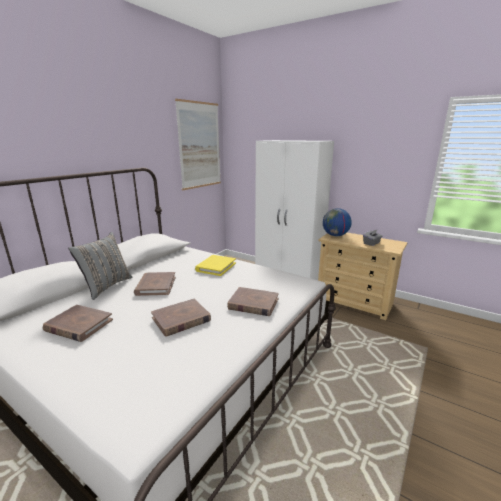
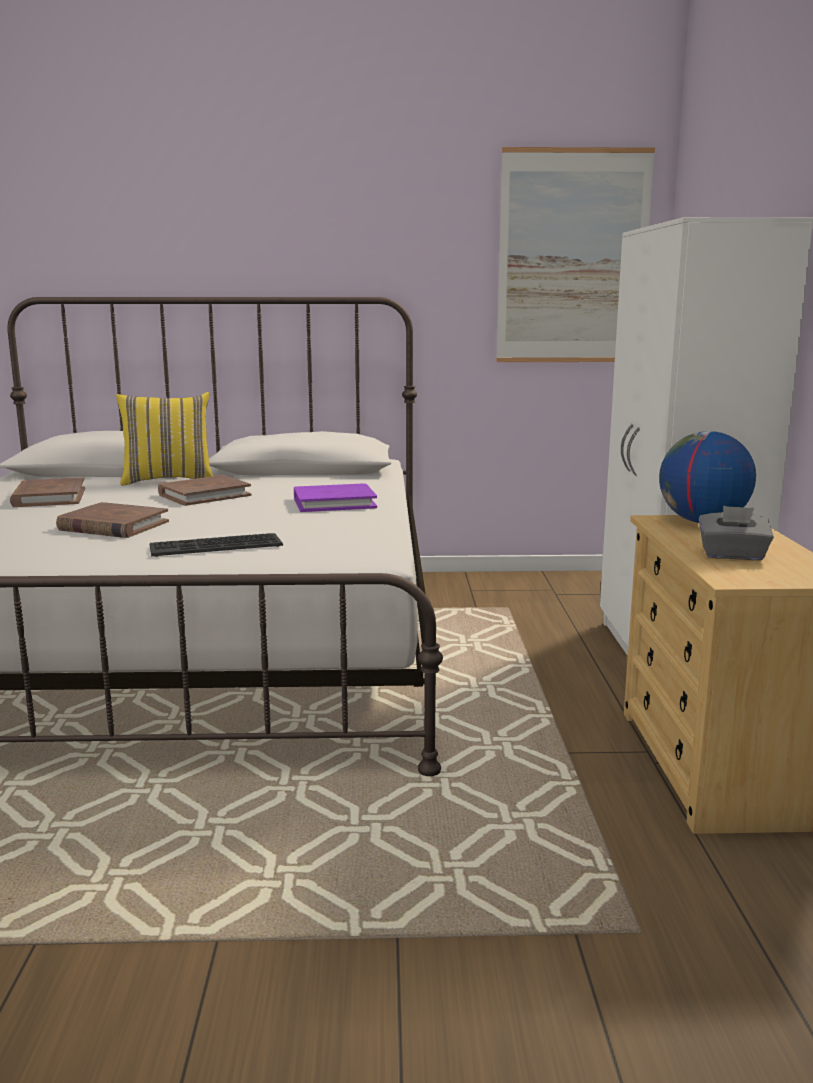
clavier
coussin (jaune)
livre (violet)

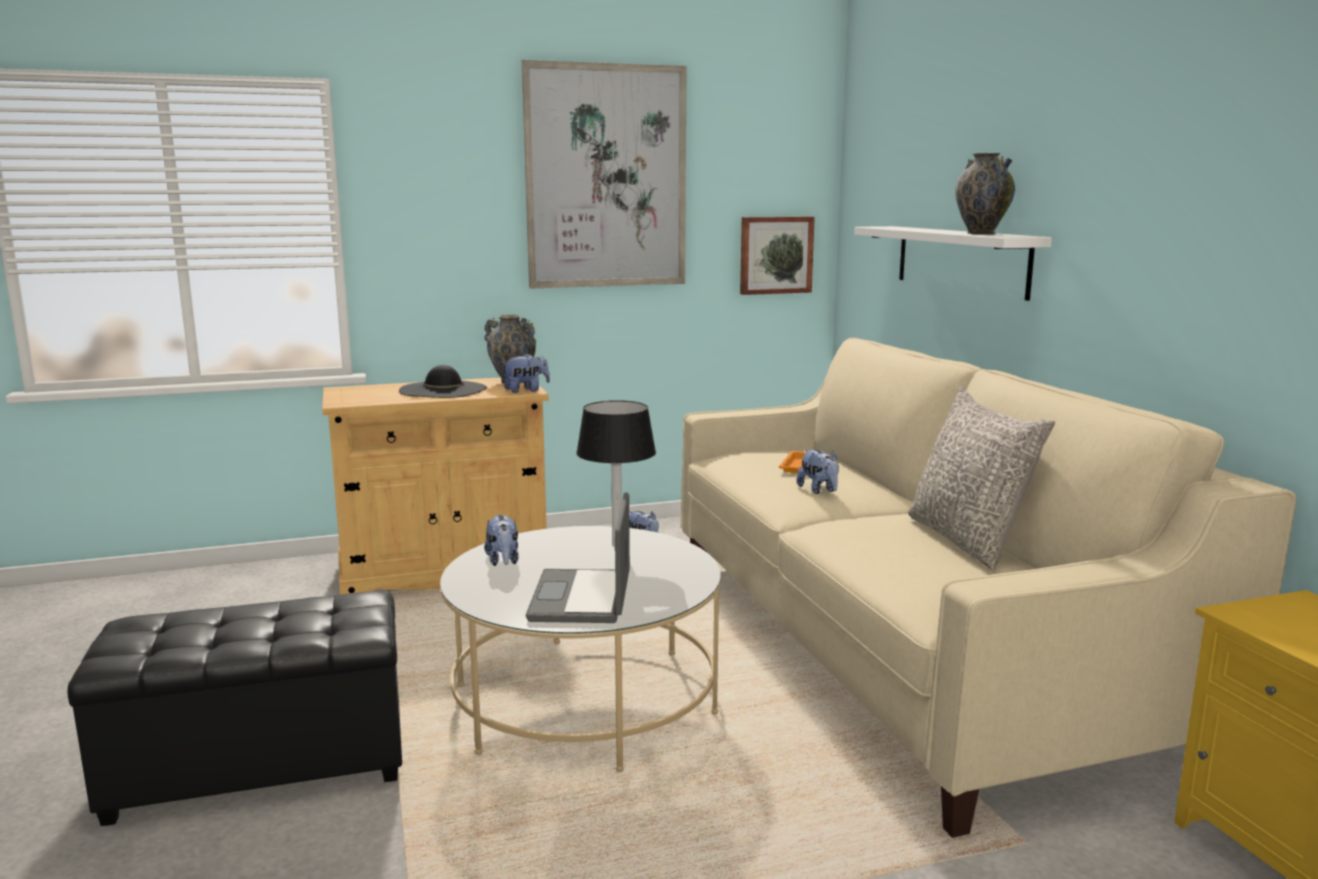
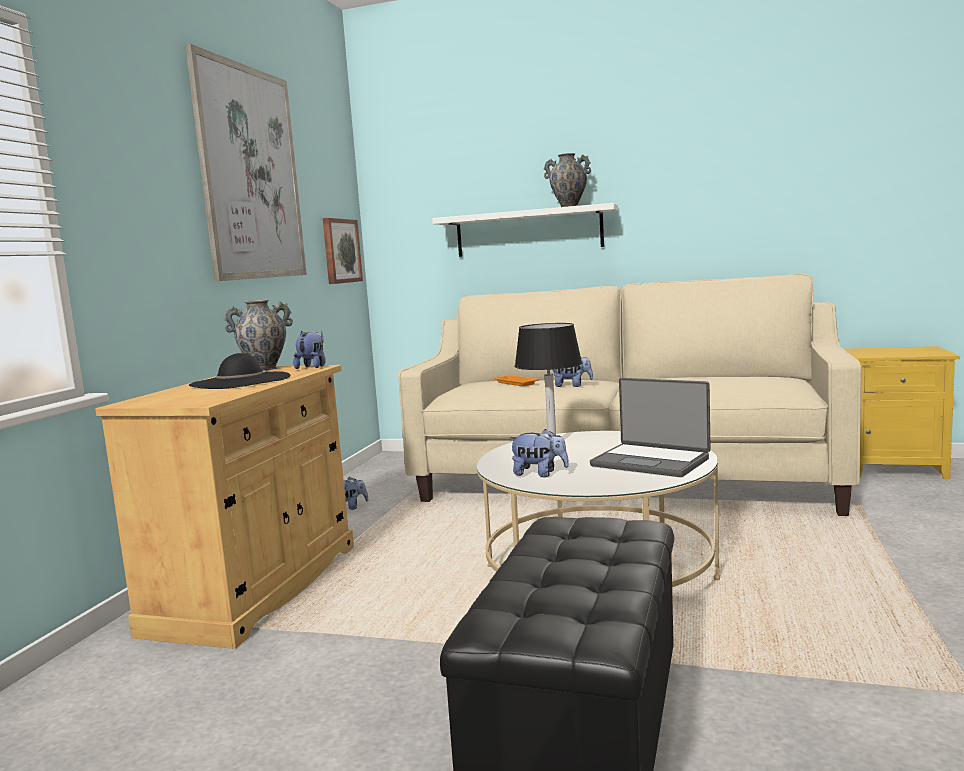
coussin (gris)

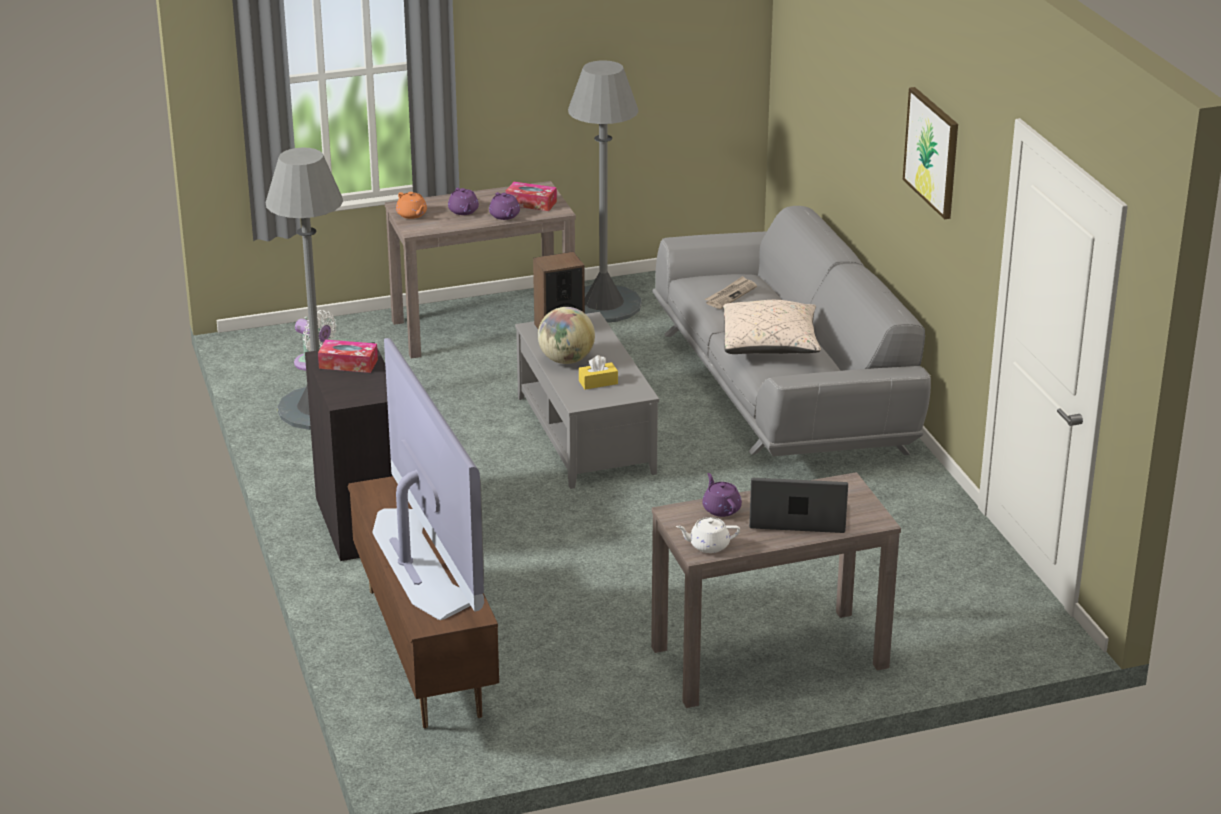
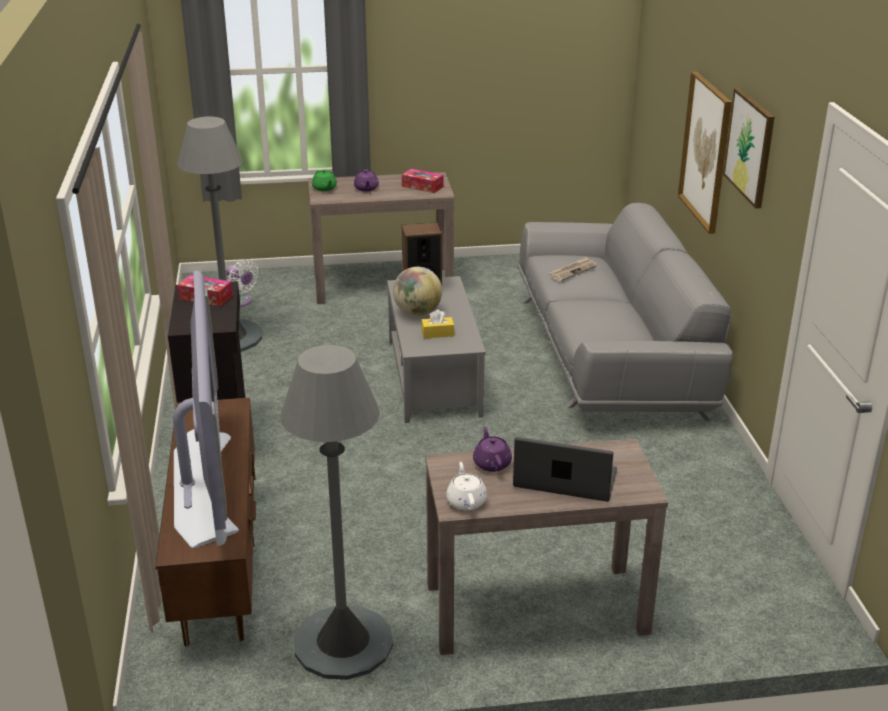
théière (violet) (2nd from left in the first image)
coussin (beige)
tableau (1st from left)
lampadaire (gris) (2nd from left)
théière (vert)
théière (blanc)

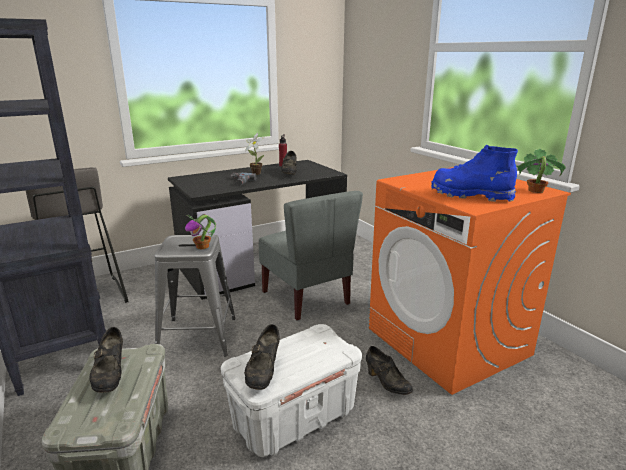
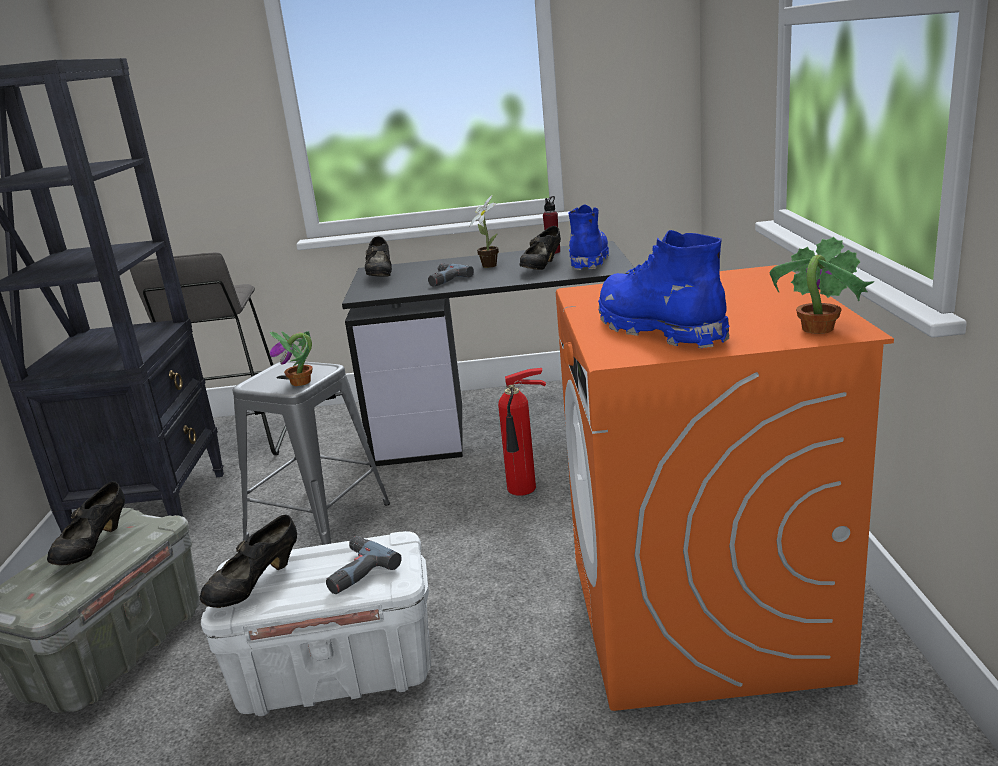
perceuse (1st from left)
botte (bleu) (1st from left)
chaussure (noir) (3rd from left)
extincteur

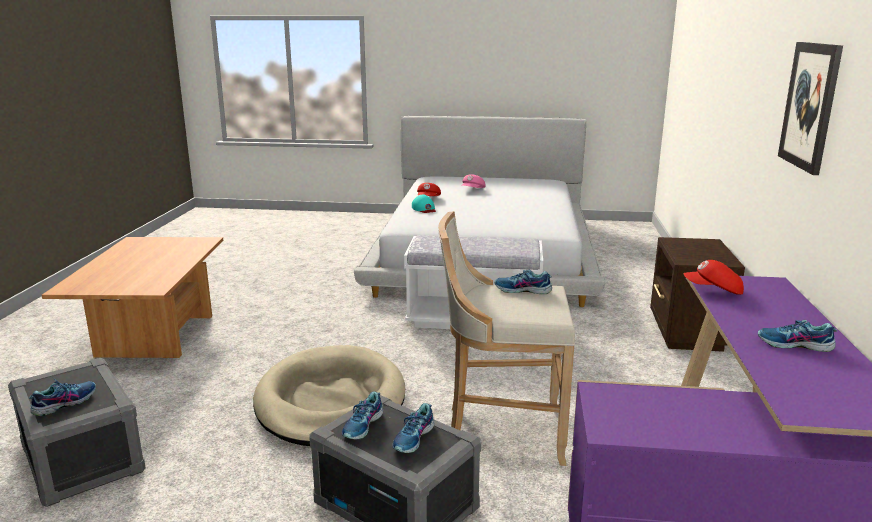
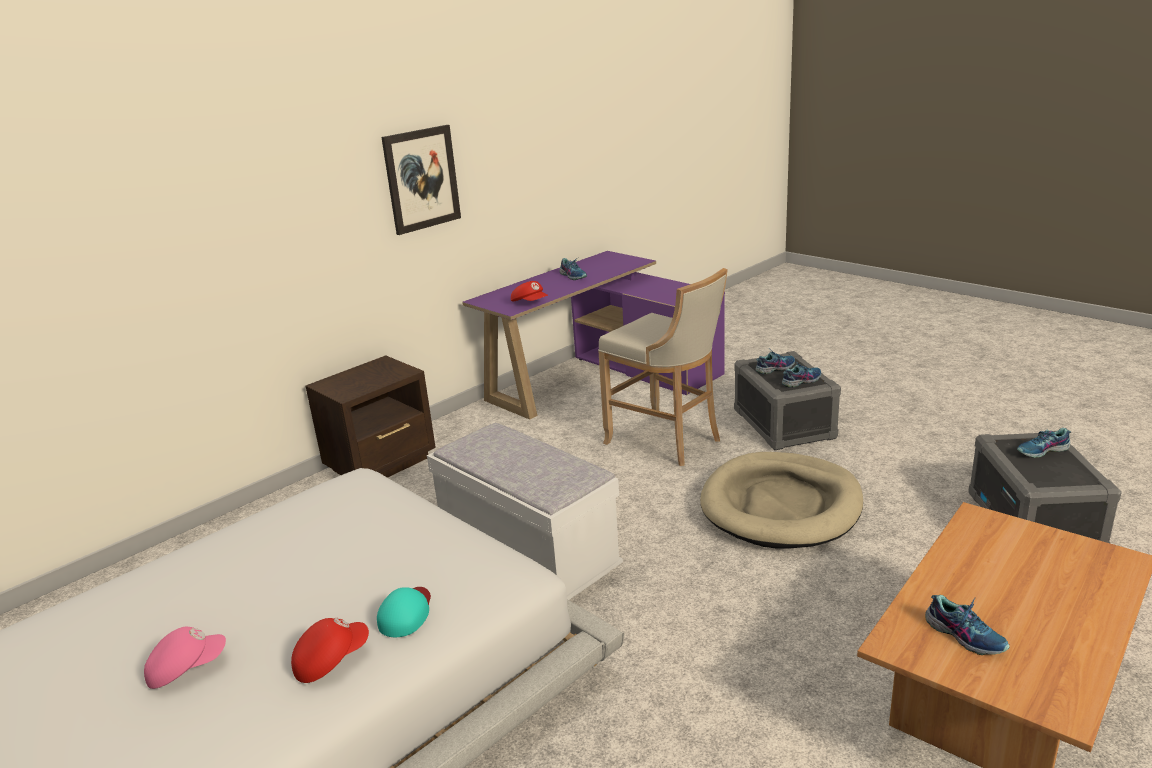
chaussure (4th from left)

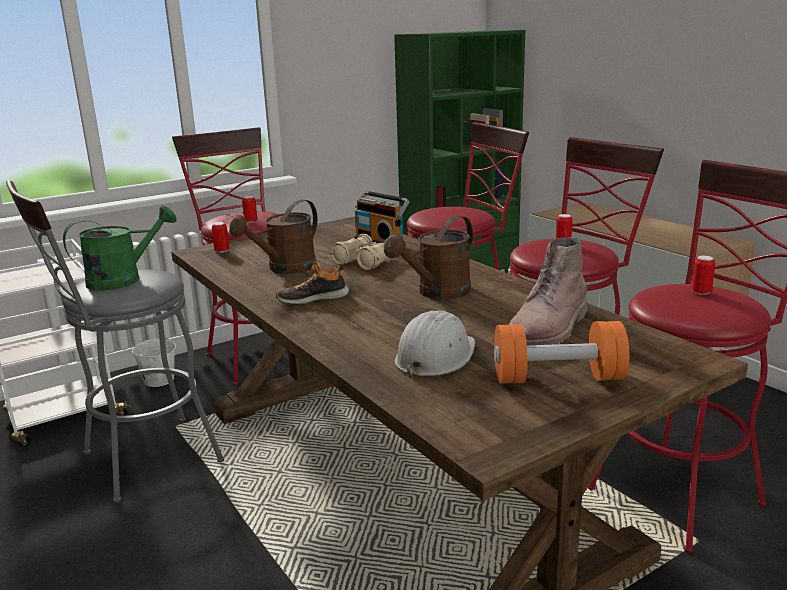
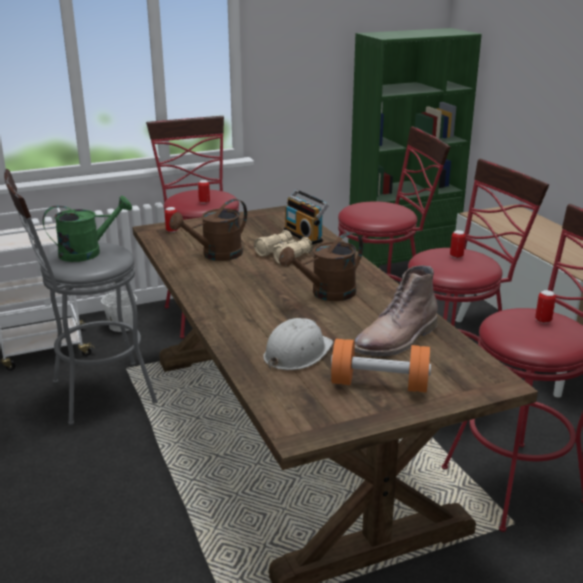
chaussure

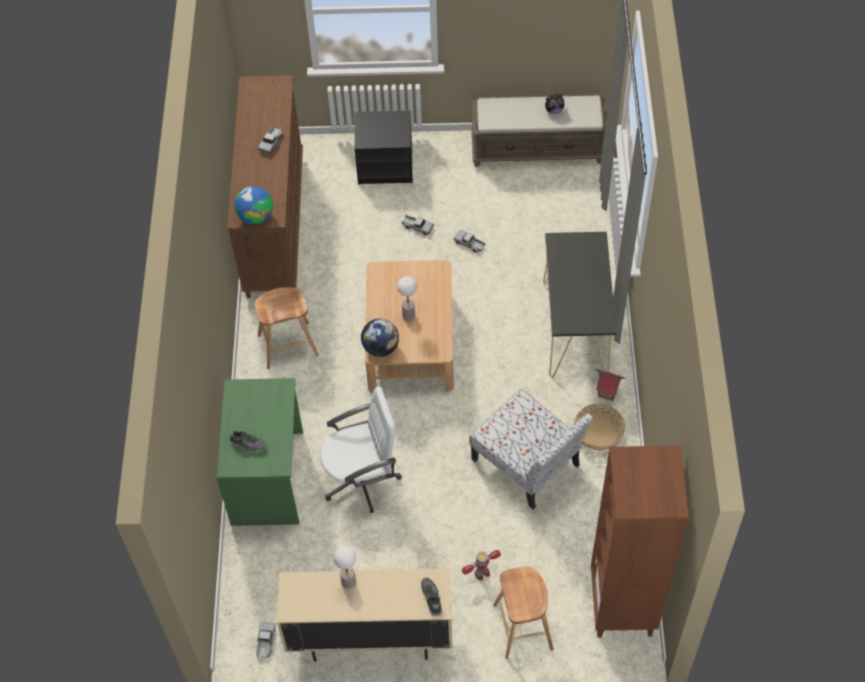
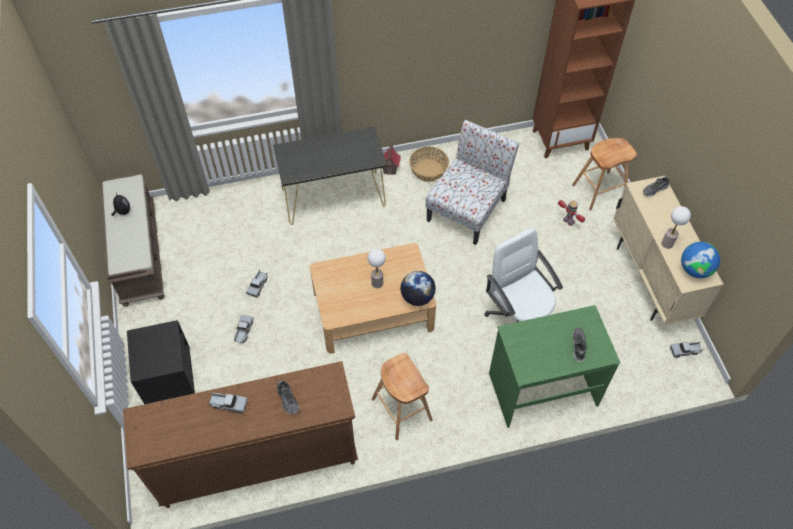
chaussure (1st from left)
globe (2nd from left)

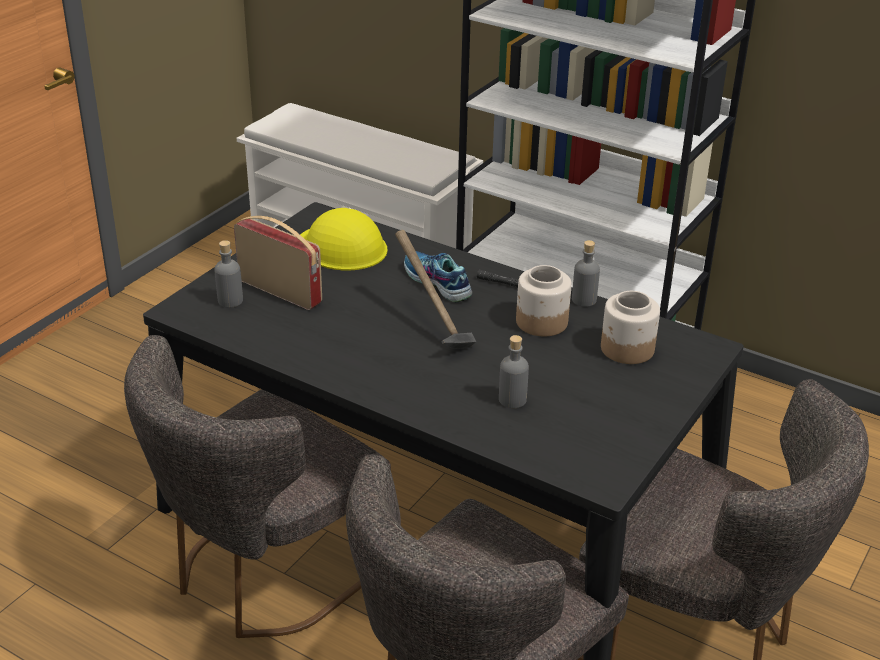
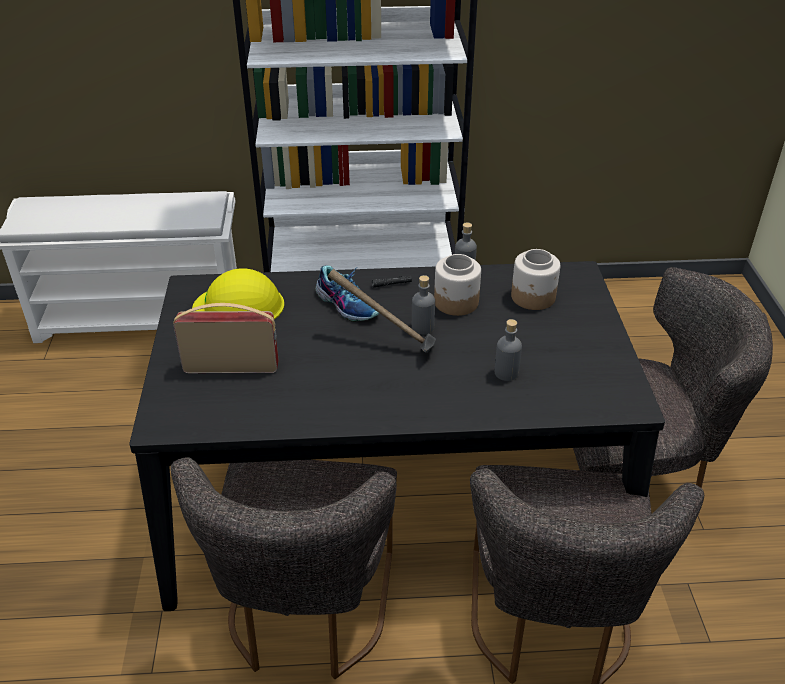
bouteille (gris) (1st from left)
chaussure

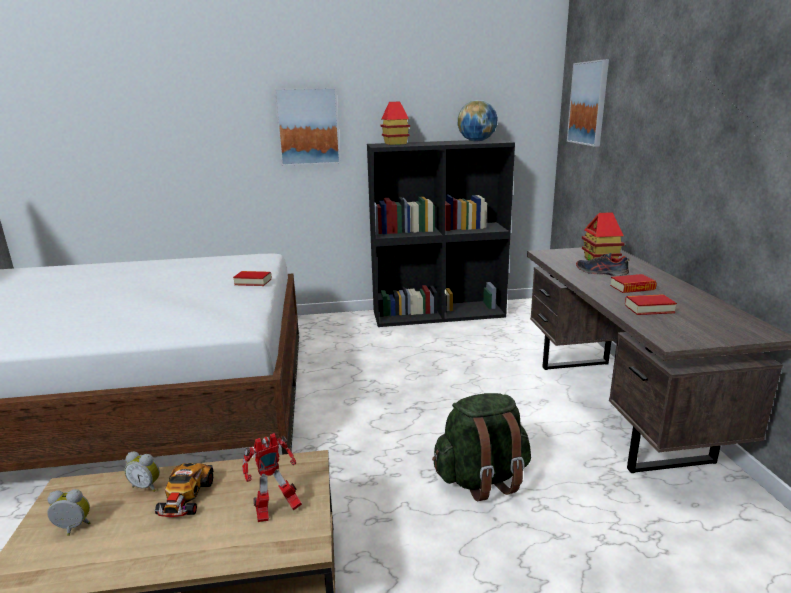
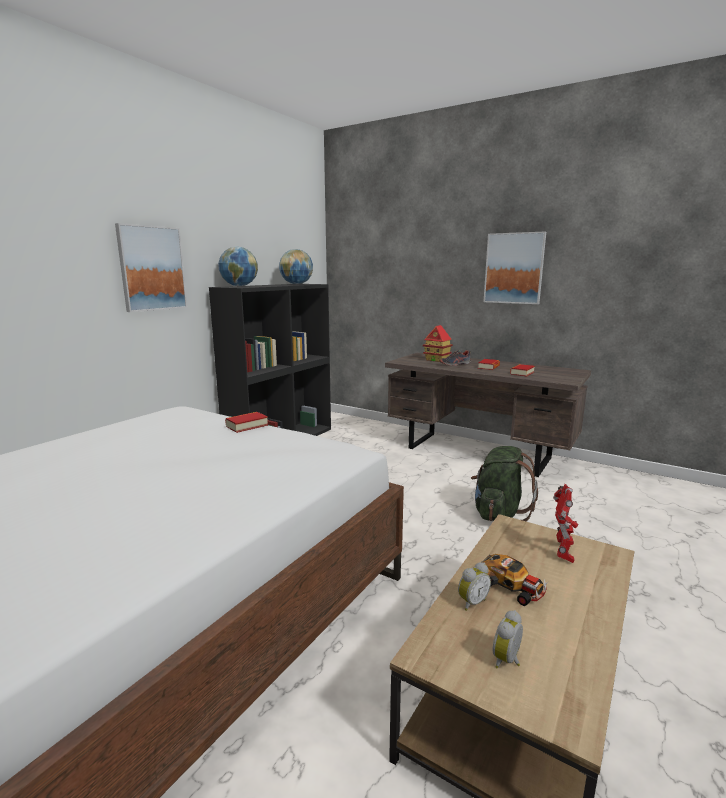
tableau (2nd from left)
globe (1st from left)

